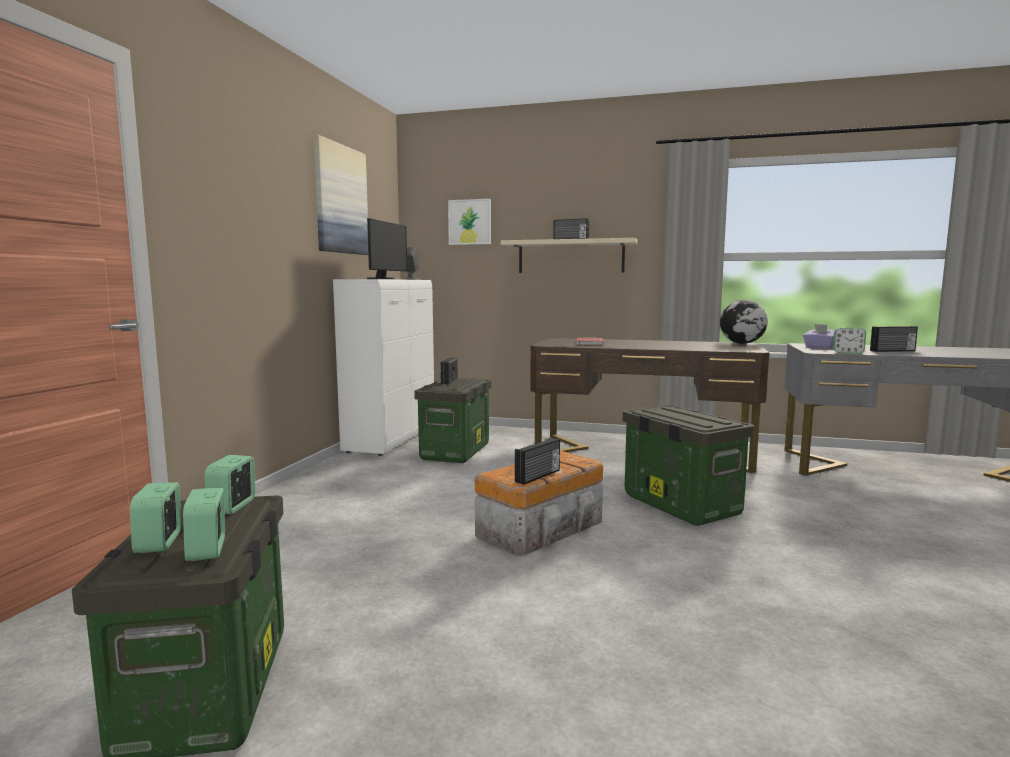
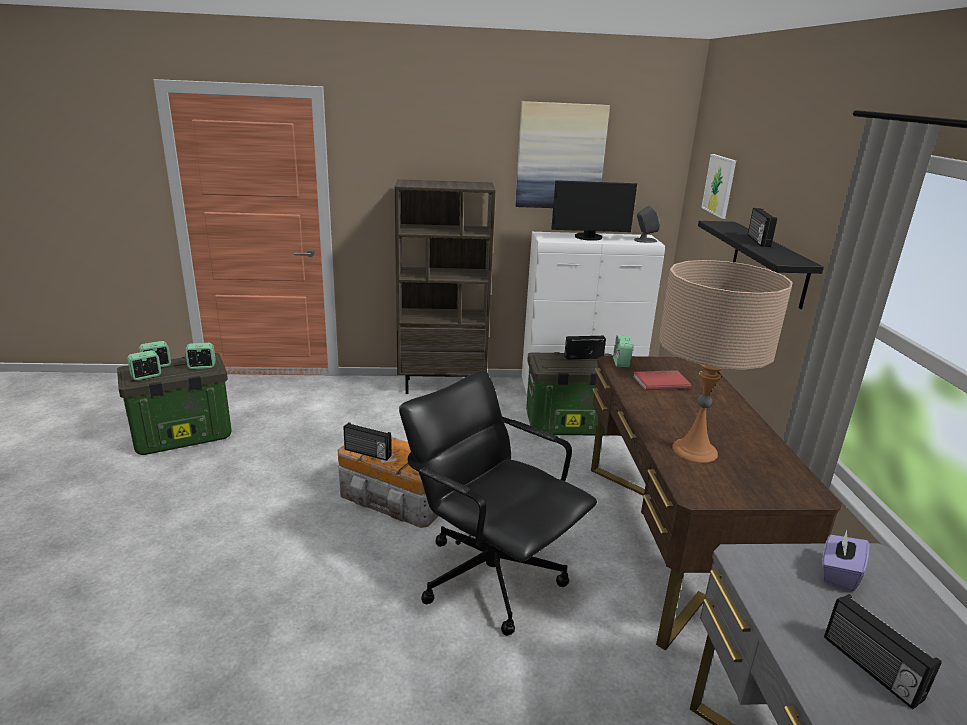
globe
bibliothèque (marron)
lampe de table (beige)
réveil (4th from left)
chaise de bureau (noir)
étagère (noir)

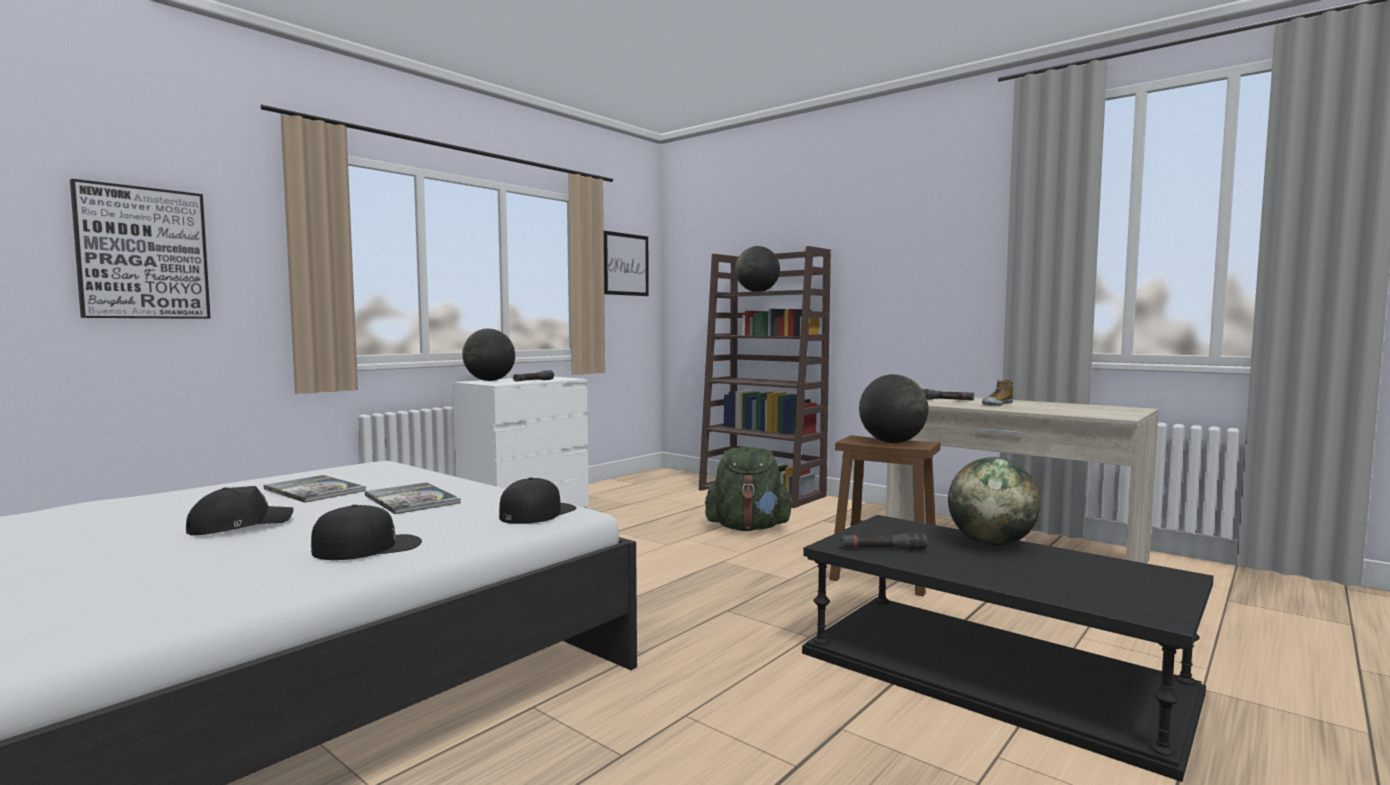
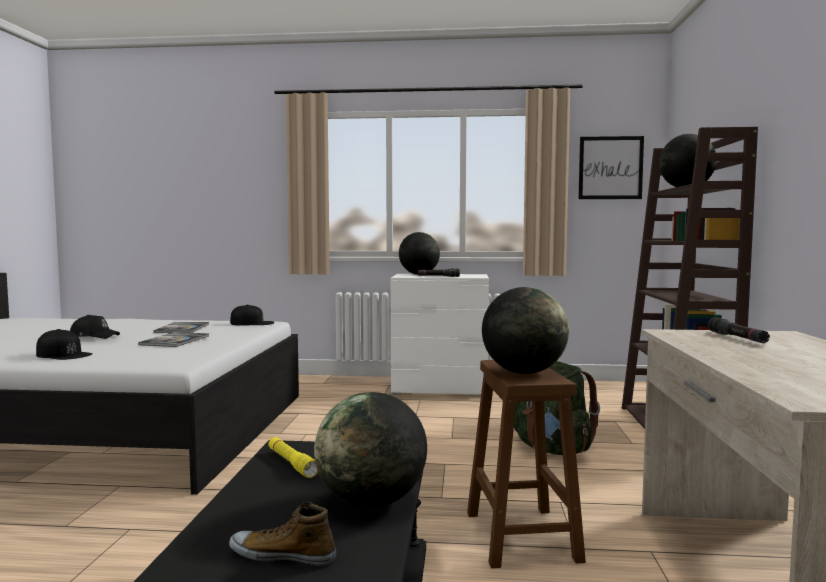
tableau (1st from left in the first image)
casquette (noir) (3rd from left)
chaussure
lampe de poche (jaune)

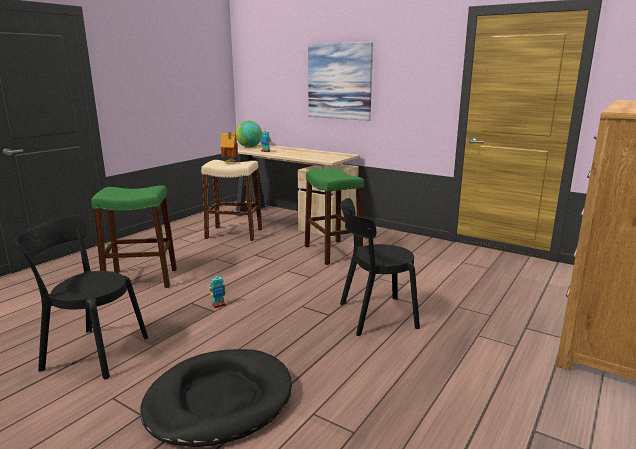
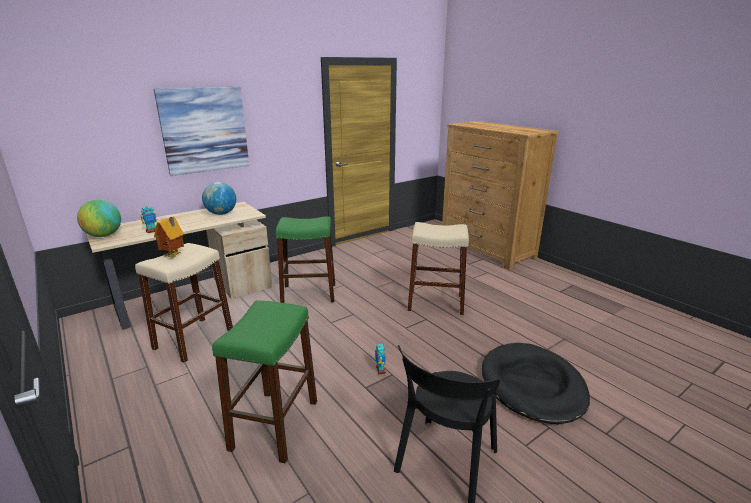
globe (2nd from left)
tabouret (beige) (2nd from left)

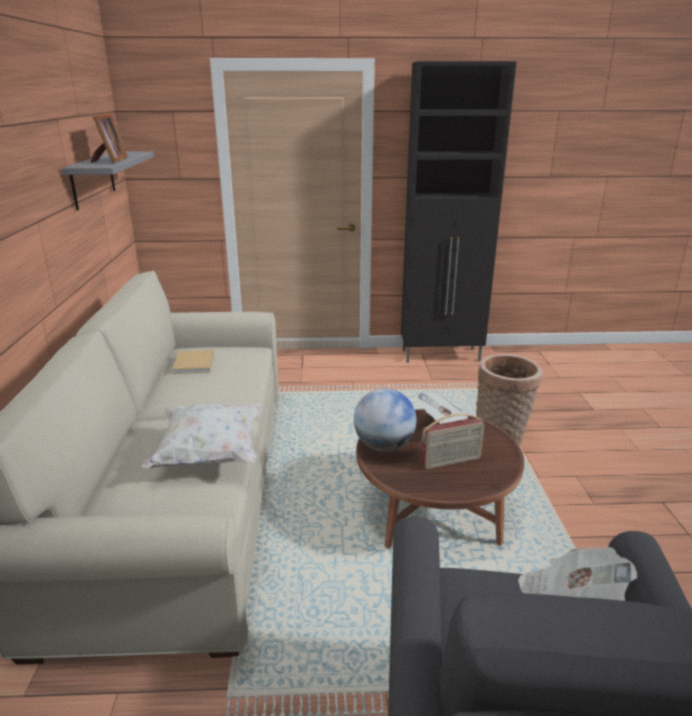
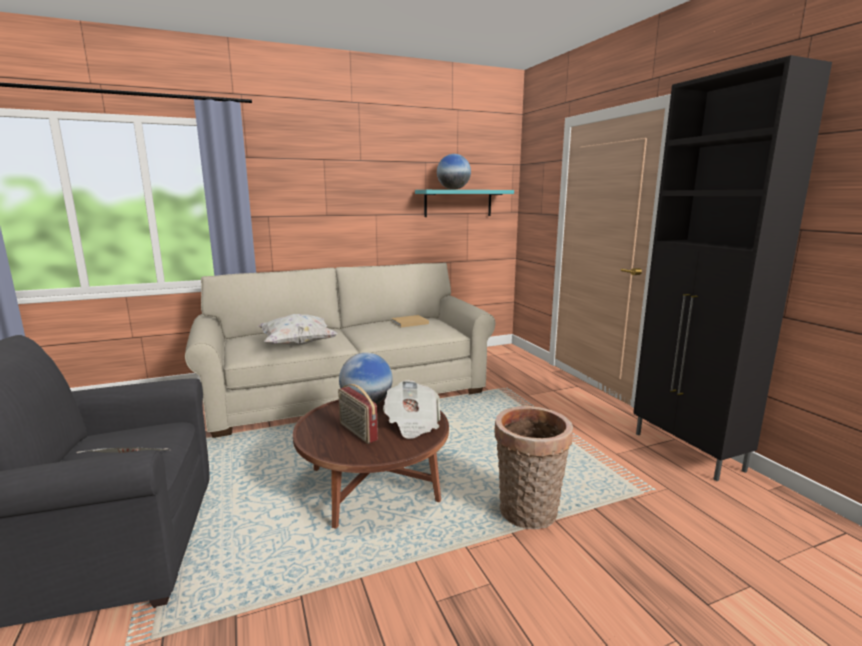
globe (2nd from left)
étagère (turquoise)

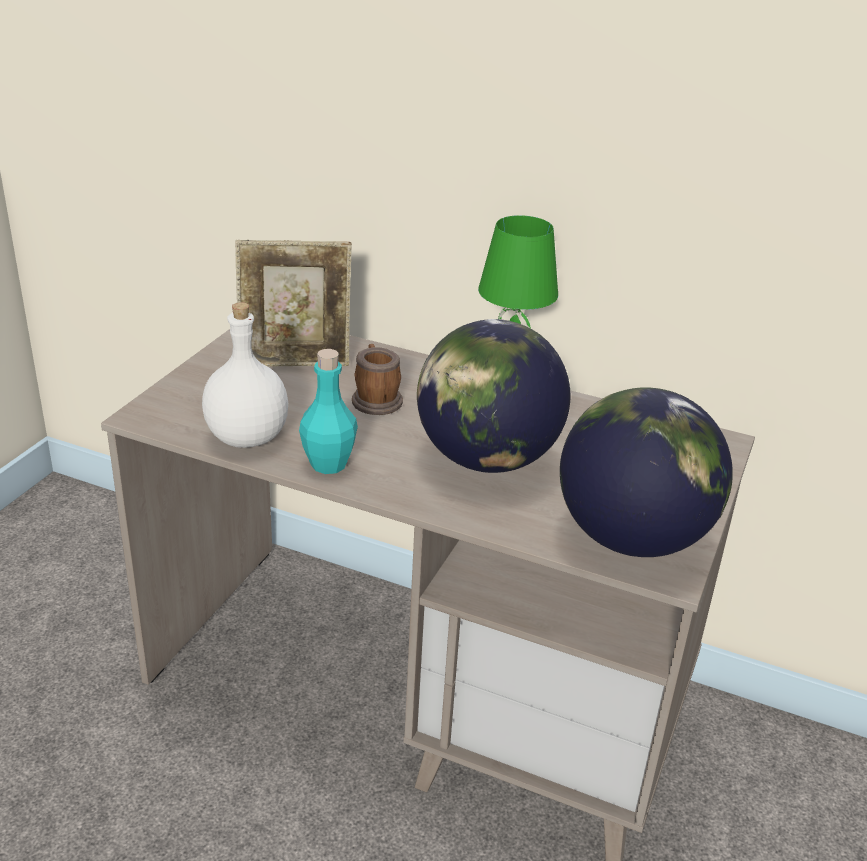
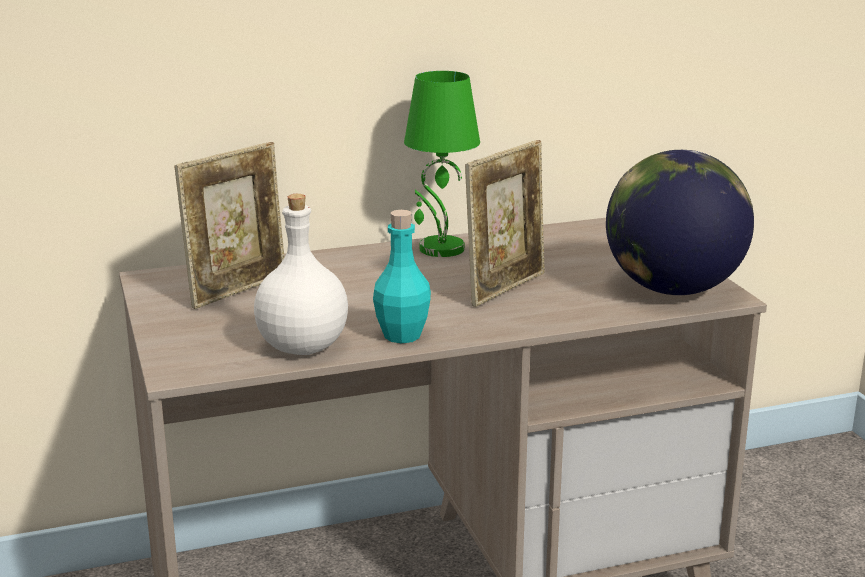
mug
cadre photo (2nd from left)

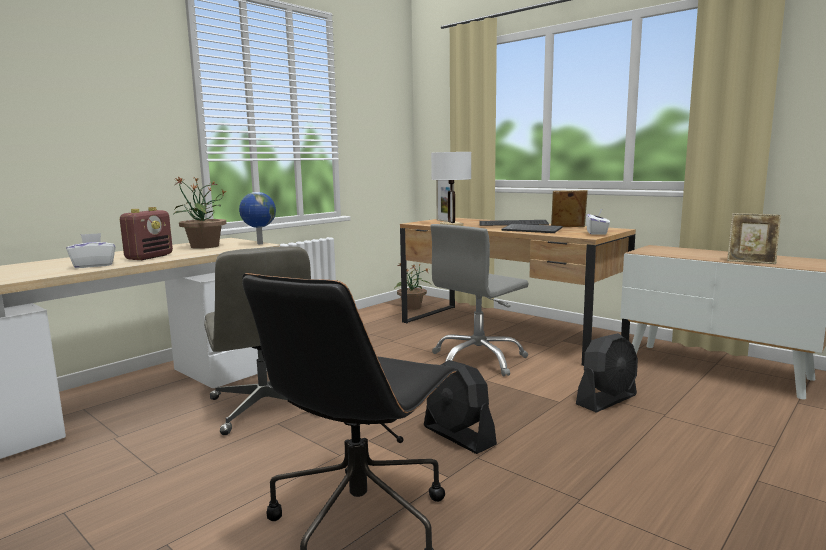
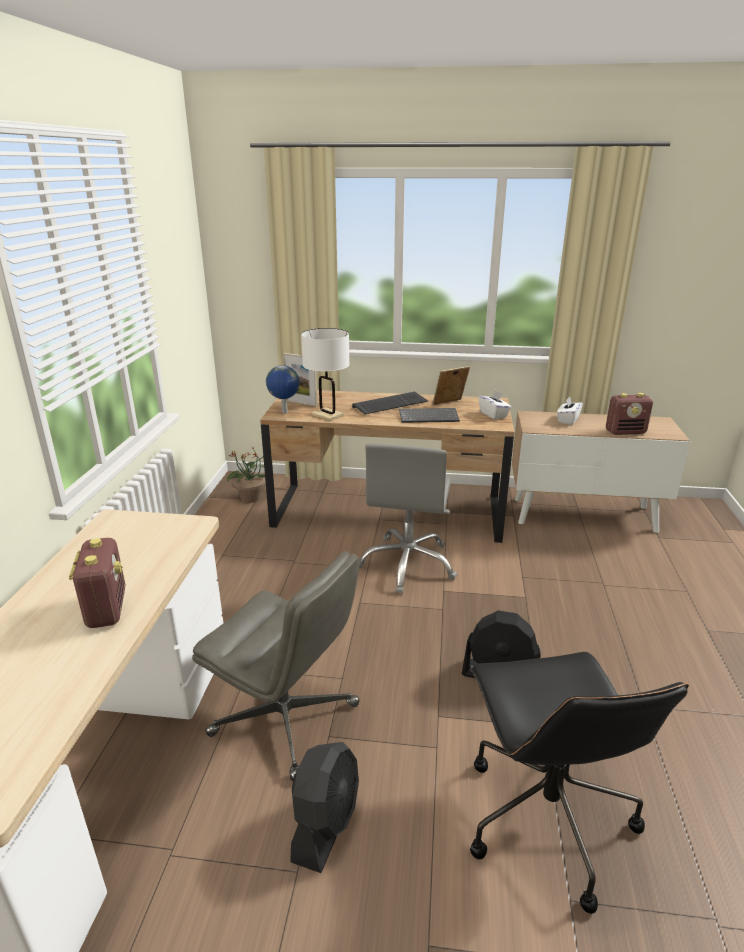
plante en pot (1st from left in the first image)
boîte à mouchoirs (blanc) (2nd from left)
globe
ventilateur (noir) (1st from left)
radio (2nd from left)

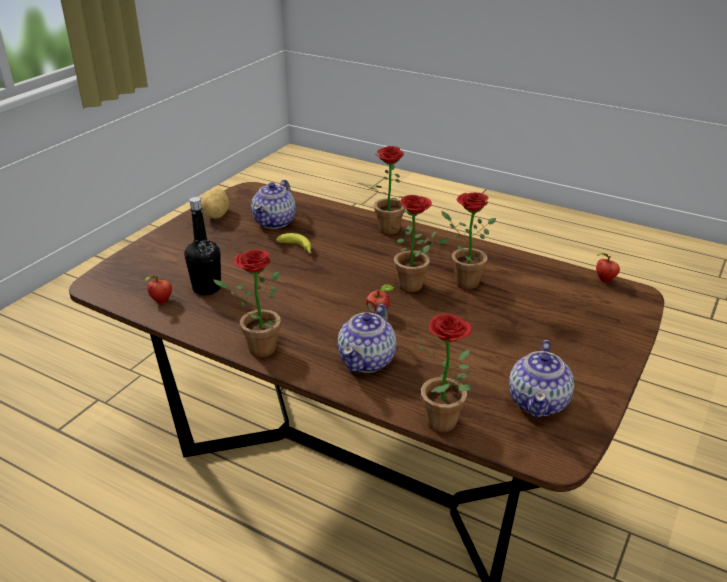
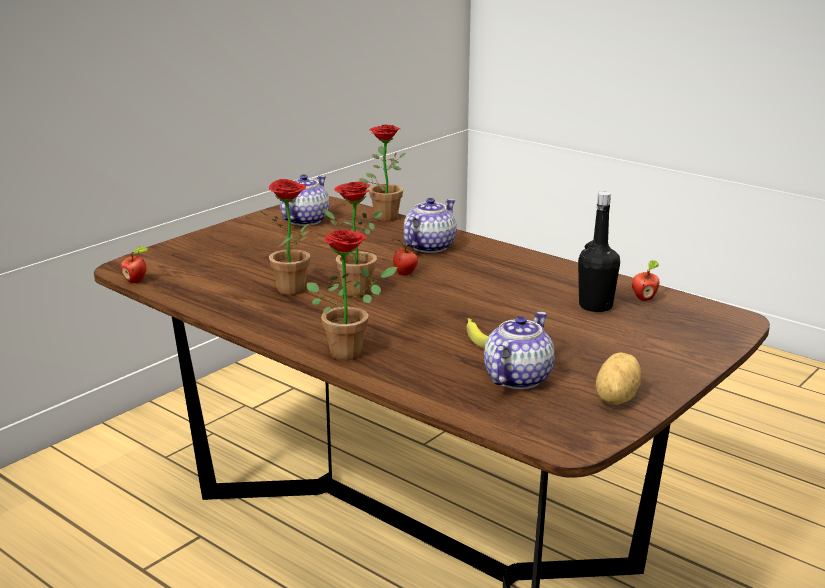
plante en pot (1st from left in the first image)

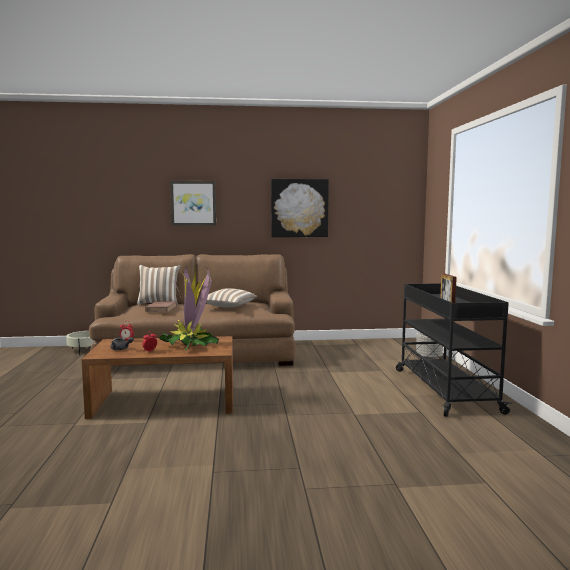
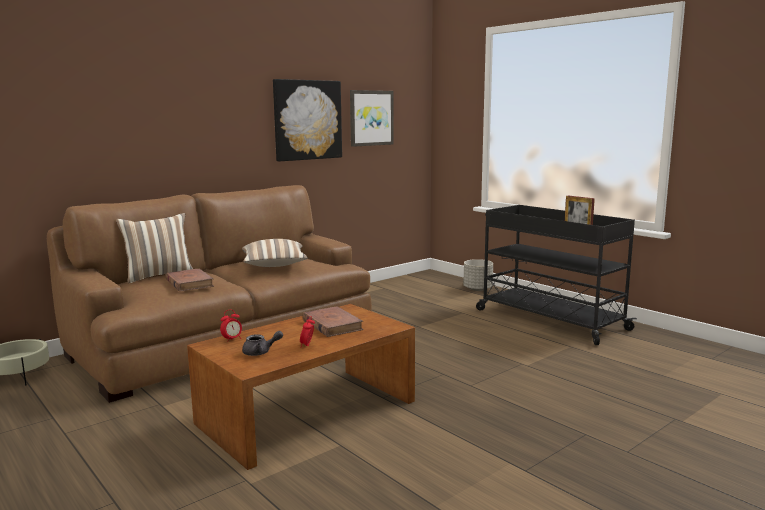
tableau (2nd from left)
livre (marron) (2nd from left)

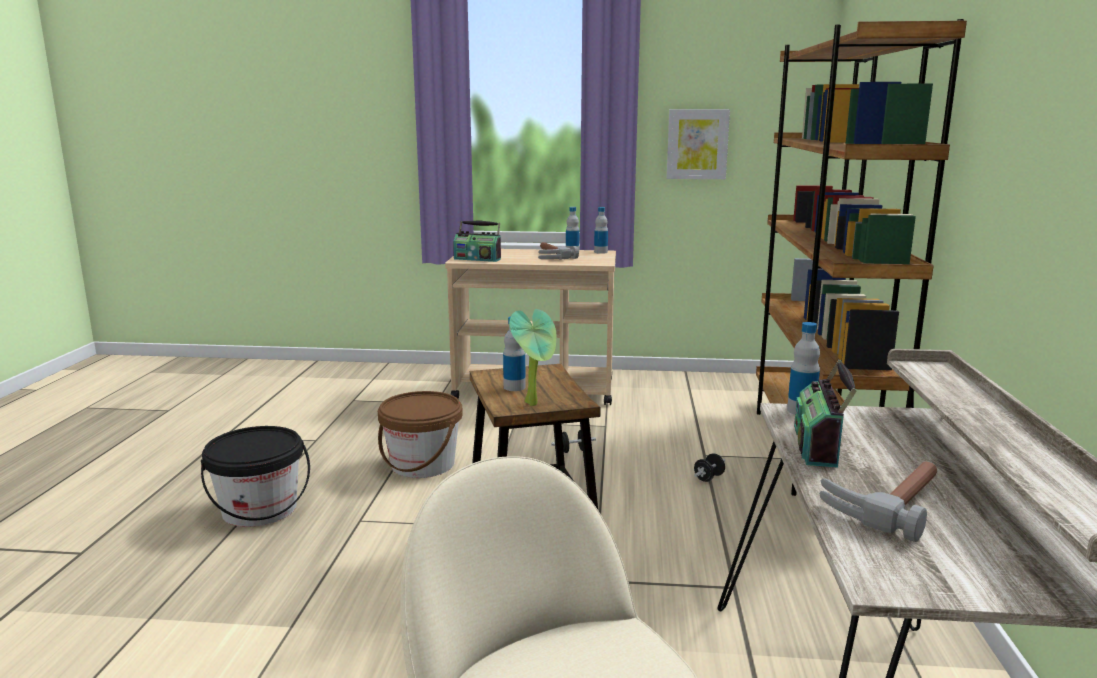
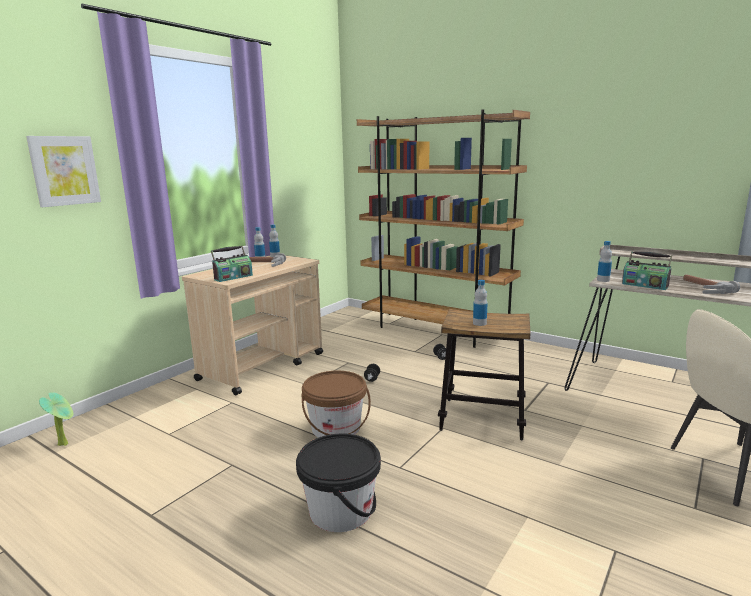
plante en pot
tableau

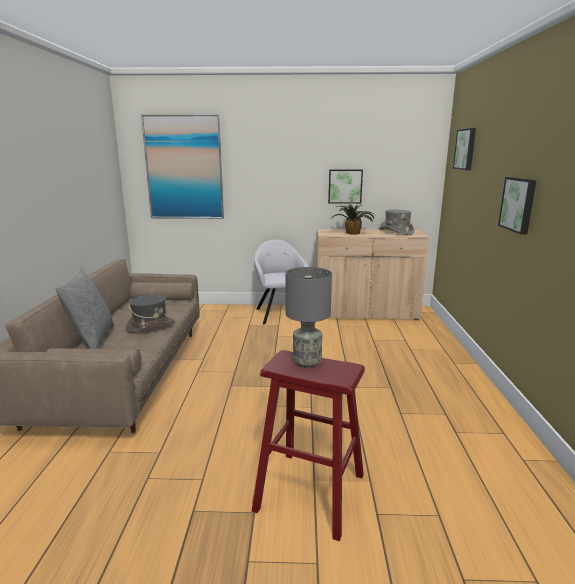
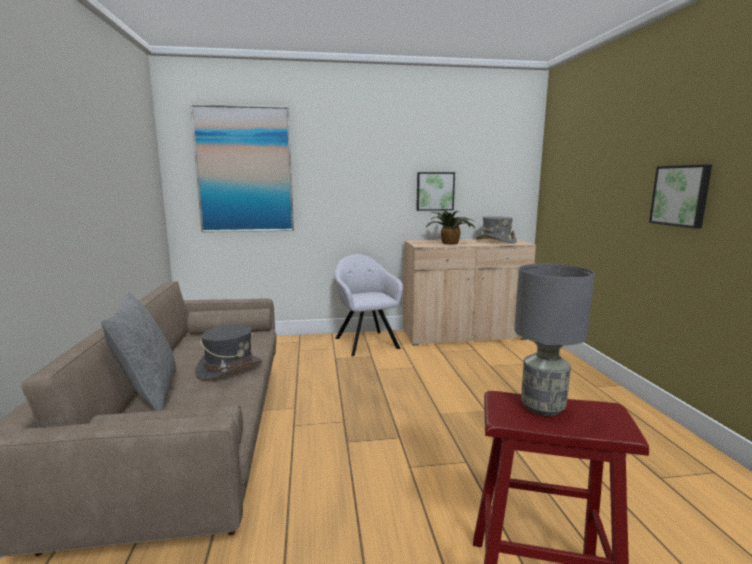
tableau (3rd from left in the first image)

